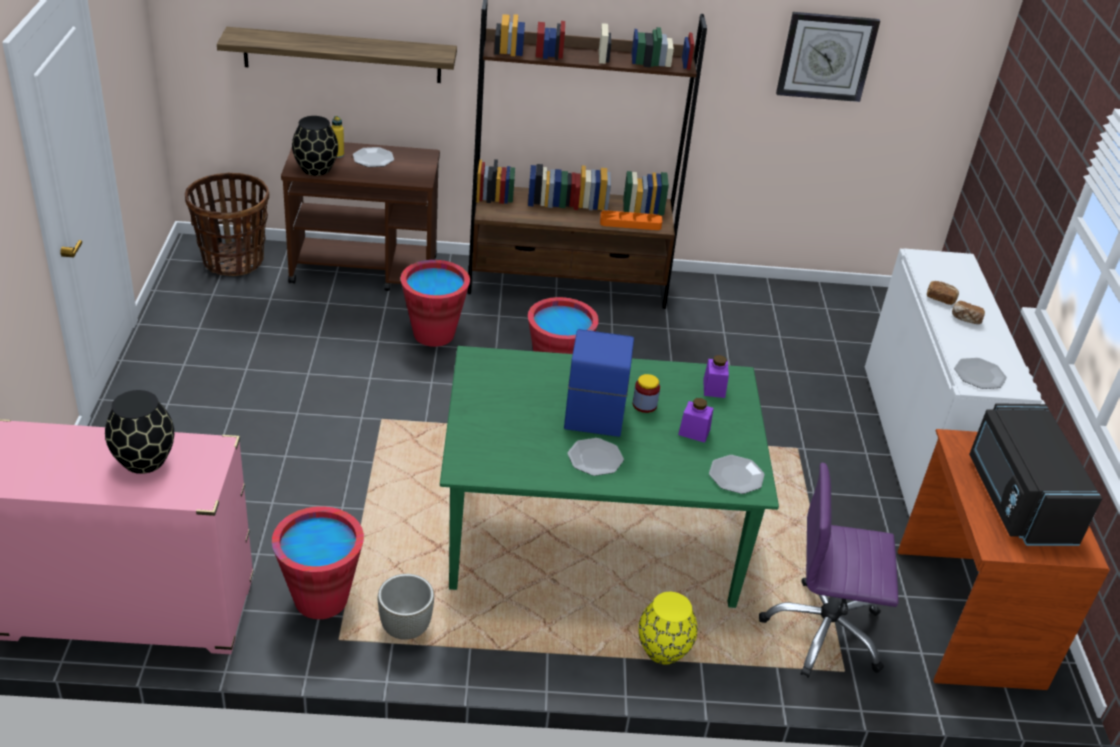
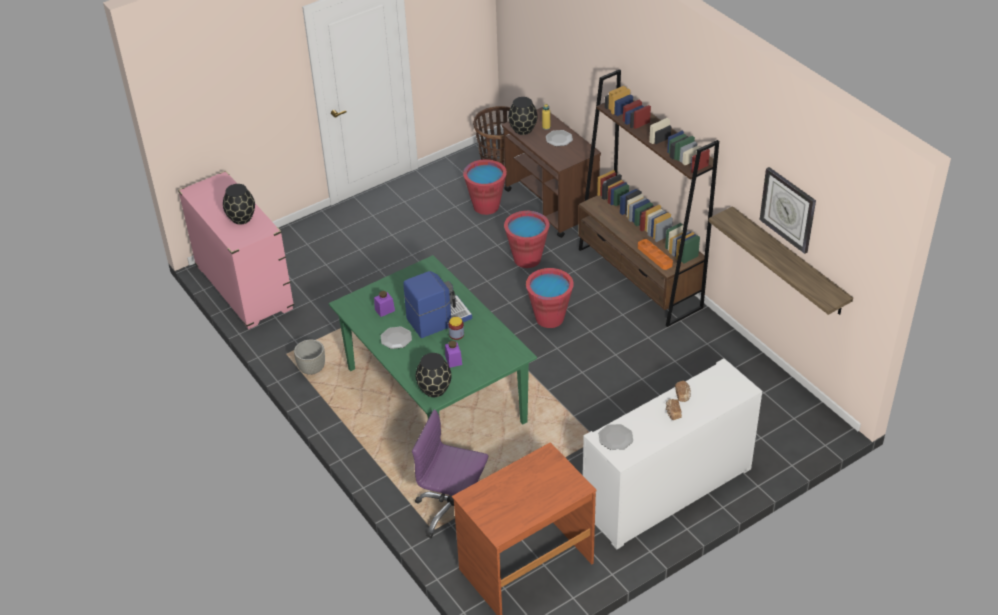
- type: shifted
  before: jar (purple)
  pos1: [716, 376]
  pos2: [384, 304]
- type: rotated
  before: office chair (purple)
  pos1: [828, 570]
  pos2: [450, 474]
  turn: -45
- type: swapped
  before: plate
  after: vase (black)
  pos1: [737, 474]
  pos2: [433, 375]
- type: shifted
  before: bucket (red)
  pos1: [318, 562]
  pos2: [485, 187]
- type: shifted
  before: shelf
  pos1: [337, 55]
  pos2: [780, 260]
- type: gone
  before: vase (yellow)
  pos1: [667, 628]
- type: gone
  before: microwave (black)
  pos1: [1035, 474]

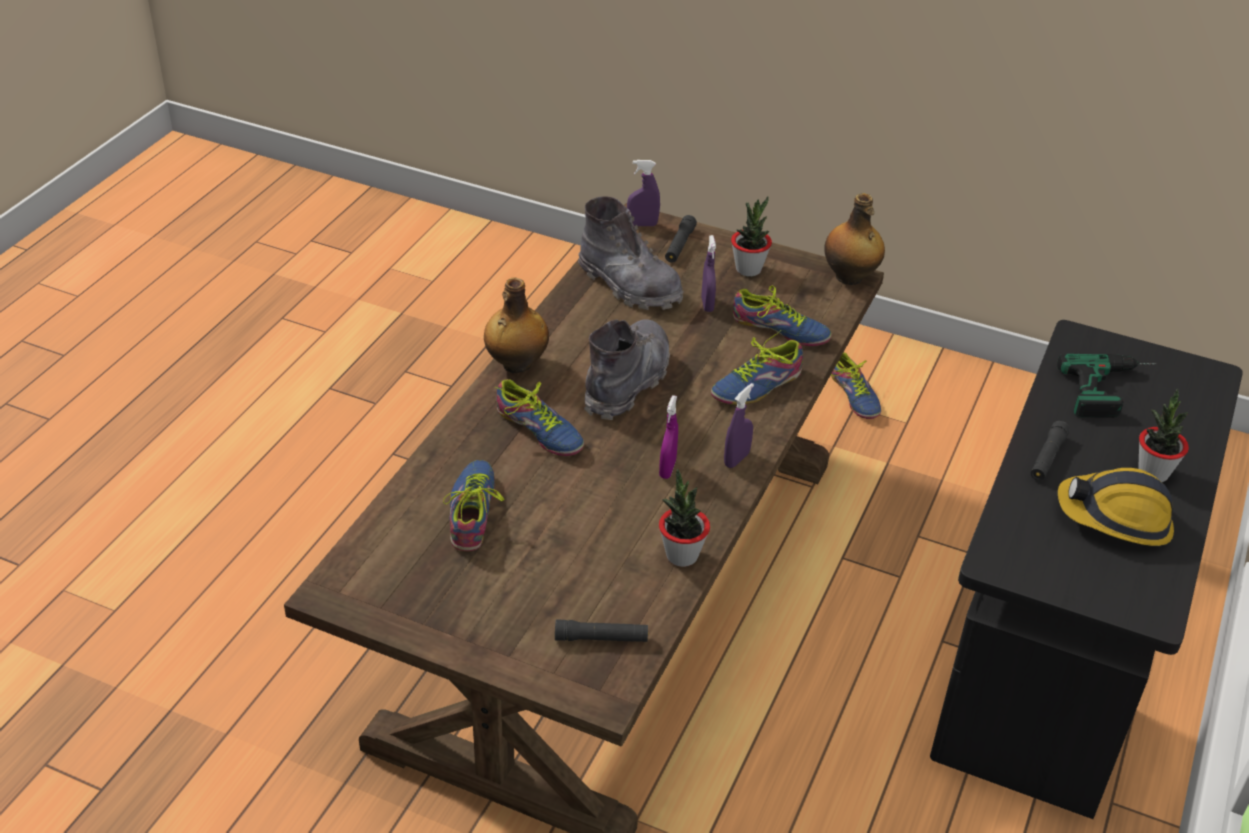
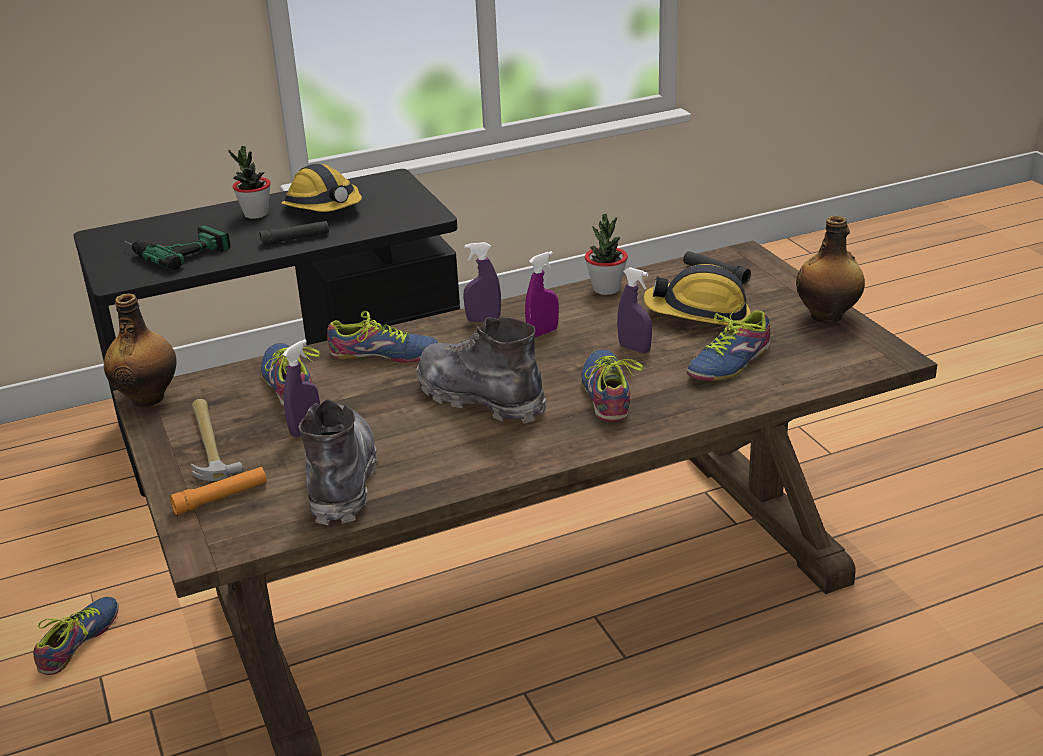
- type: repainted
  before: flashlight (black)
  after: flashlight (orange)
  pos1: [681, 239]
  pos2: [218, 491]
- type: swapped
  before: potted plant
  after: hammer
  pos1: [751, 236]
  pos2: [217, 440]
- type: rotated
  before: boot (grey)
  pos1: [627, 369]
  pos2: [481, 370]
  turn: 60
- type: shifted
  before: spray bottle (purple)
  pos1: [643, 193]
  pos2: [634, 310]
- type: new
  after: hard hat
  pos2: [697, 294]
- type: shifted
  before: bottle
  pos1: [516, 325]
  pos2: [830, 269]

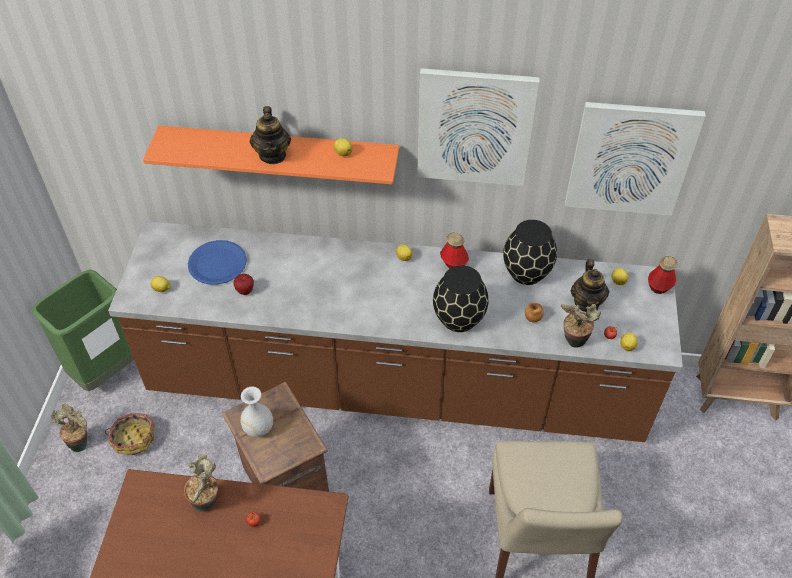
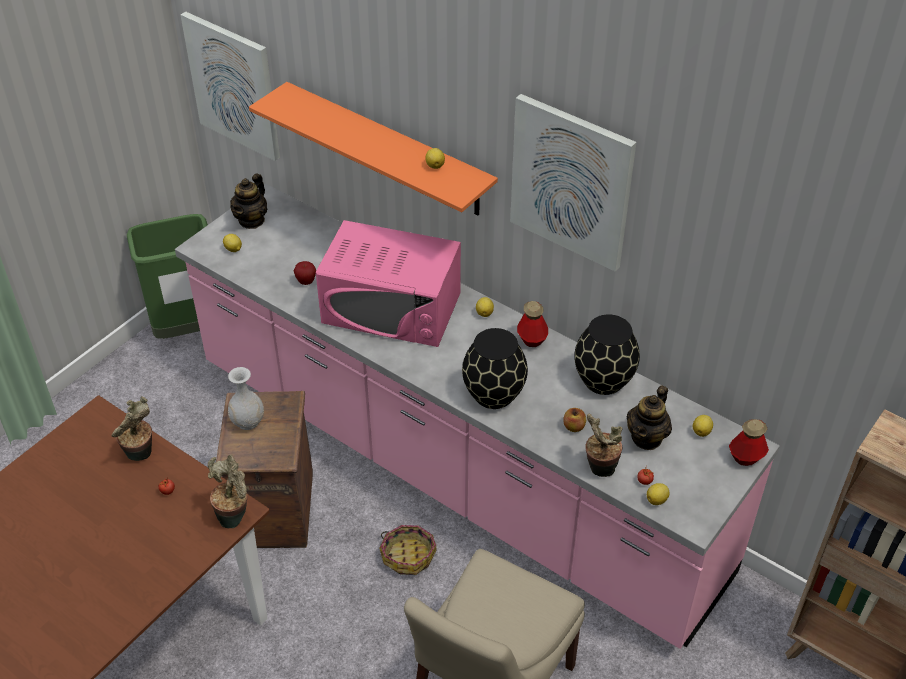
- type: repainted
  before: counter (brown)
  after: counter (pink)
  pos1: [395, 331]
  pos2: [477, 416]
- type: shifted
  before: picture
  pos1: [635, 159]
  pos2: [230, 86]
- type: shifted
  before: potted plant
  pos1: [69, 427]
  pos2: [228, 491]
- type: shifted
  before: teapot
  pos1: [270, 135]
  pos2: [249, 201]
- type: new
  after: microwave (pink)
  pos2: [388, 283]
- type: shifted
  before: basket
  pos1: [129, 434]
  pos2: [407, 550]
- type: gone
  before: plate (blue)
  pos1: [217, 262]

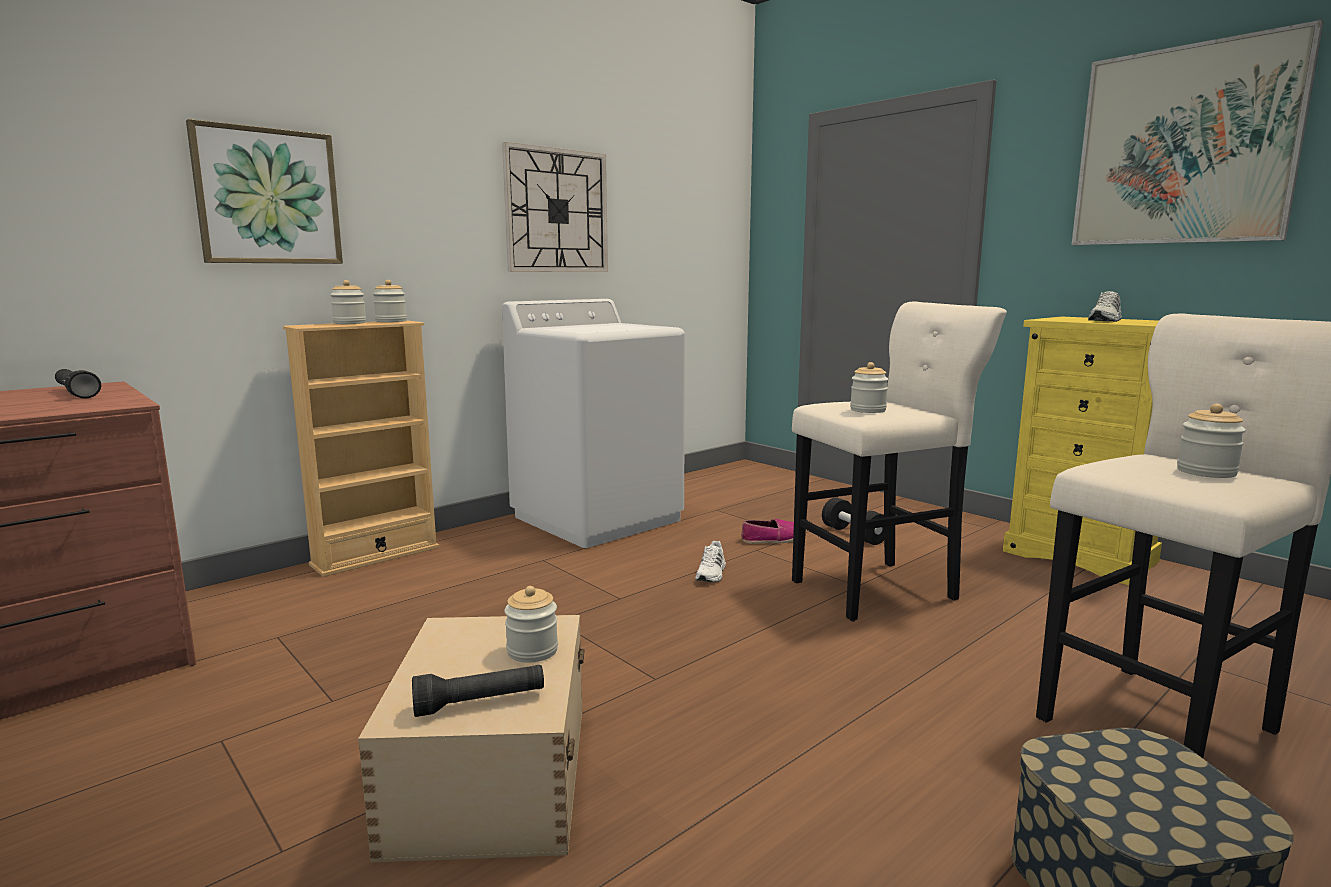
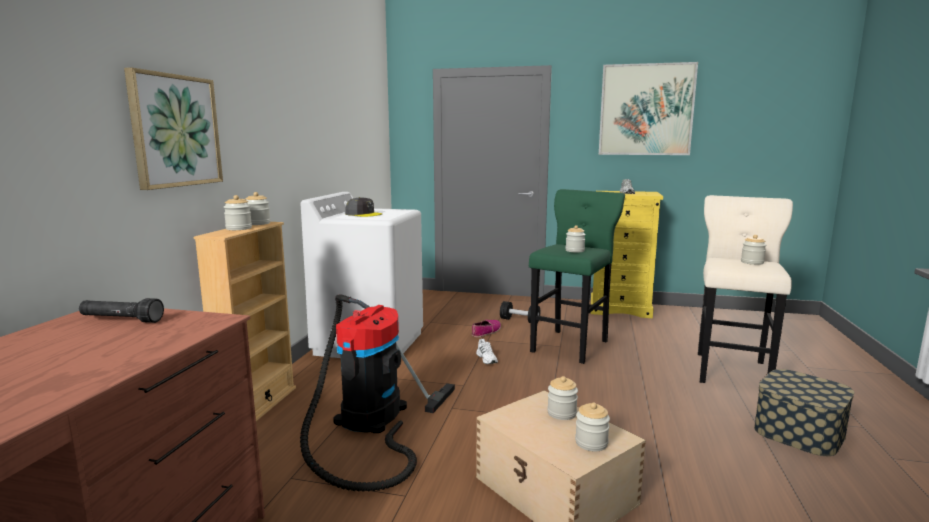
- type: new
  after: vacuum cleaner
  pos2: [377, 393]
- type: new
  after: cap (grey)
  pos2: [363, 207]
- type: repainted
  before: stool (beige)
  after: stool (green)
  pos1: [899, 461]
  pos2: [577, 276]
- type: swapped
  before: flashlight (black)
  after: jar
  pos1: [478, 691]
  pos2: [592, 426]
- type: gone
  before: wall clock
  pos1: [555, 207]

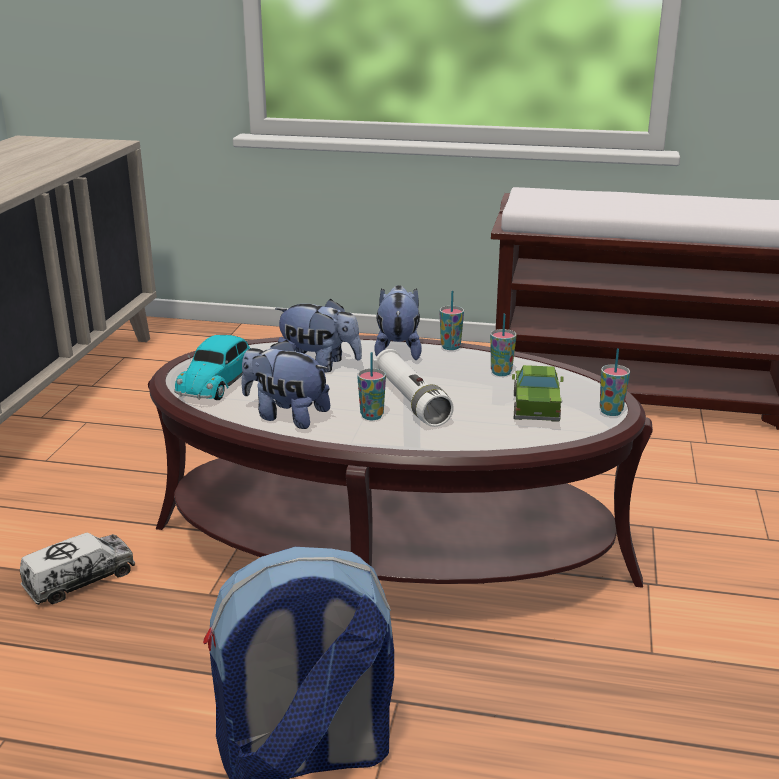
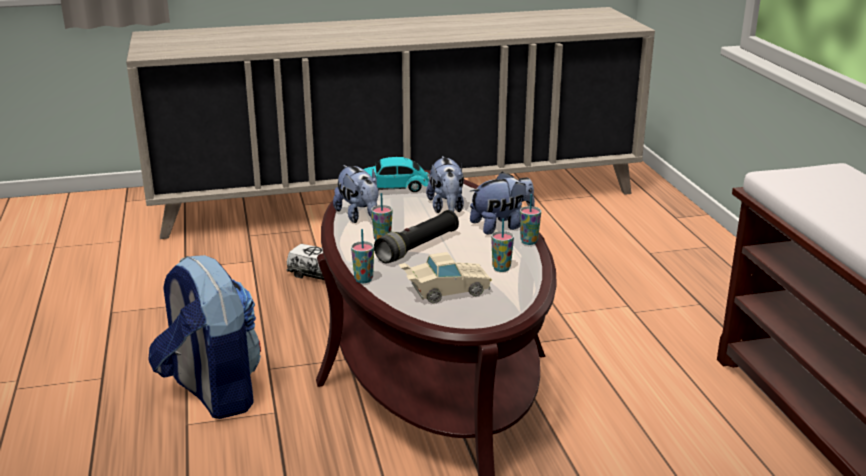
- type: rotated
  before: plush toy
  pos1: [285, 384]
  pos2: [356, 194]
  turn: 150
- type: shifted
  before: cup
  pos1: [615, 382]
  pos2: [362, 256]
- type: repainted
  before: flashlight (white)
  after: flashlight (black)
  pos1: [413, 388]
  pos2: [416, 236]
- type: repainted
  before: toy car (green)
  after: toy car (beige)
  pos1: [538, 393]
  pos2: [445, 278]

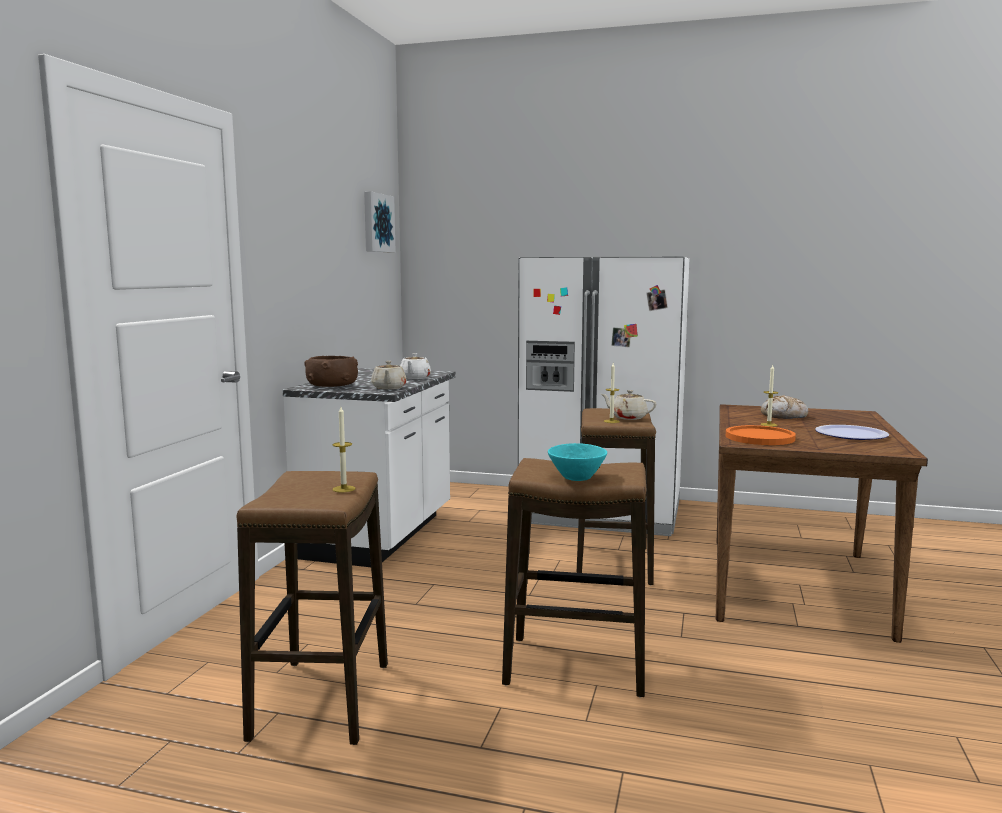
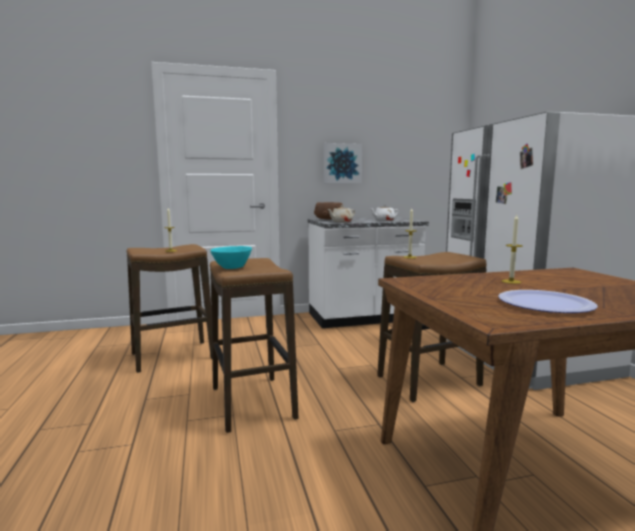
- type: shifted
  before: picture
  pos1: [380, 221]
  pos2: [342, 163]
- type: gone
  before: teapot (beige)
  pos1: [628, 405]
- type: gone
  before: plate (orange)
  pos1: [761, 435]
- type: gone
  before: bread
  pos1: [784, 407]

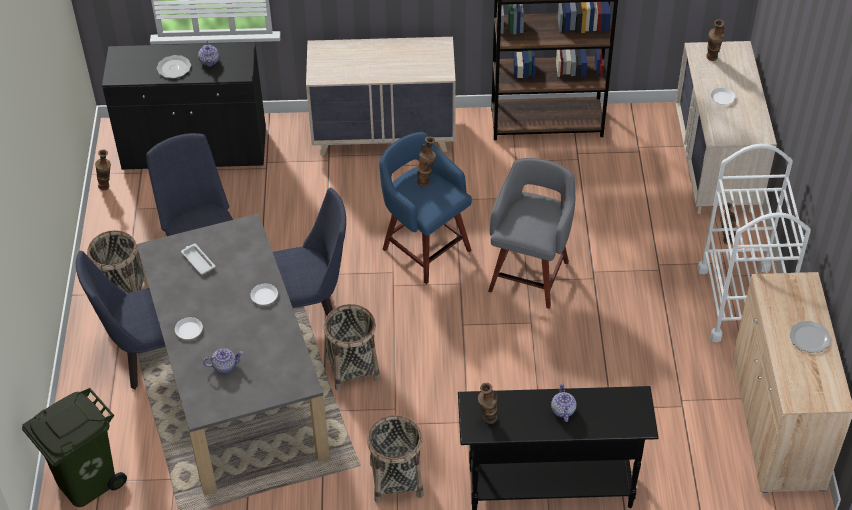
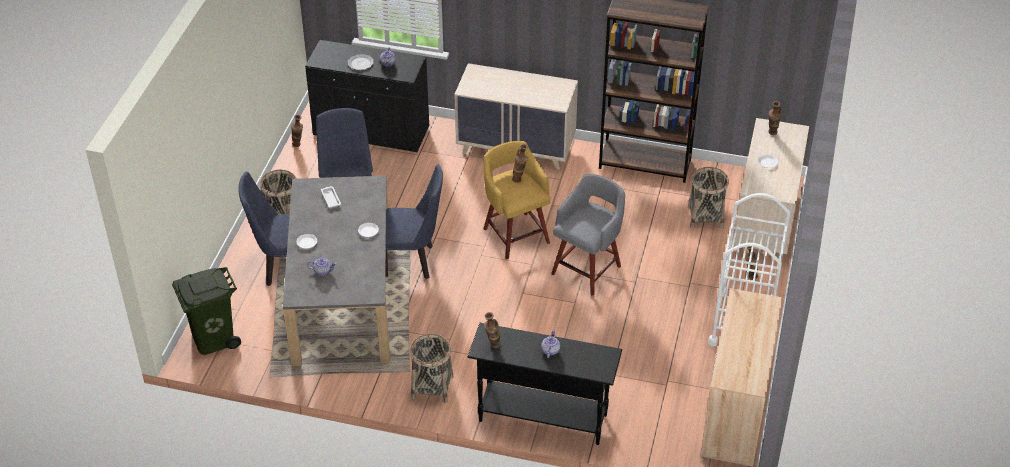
- type: repainted
  before: stool (blue)
  after: stool (yellow)
  pos1: [425, 208]
  pos2: [517, 200]
- type: shifted
  before: basket
  pos1: [352, 347]
  pos2: [708, 198]
- type: gone
  before: plate
  pos1: [810, 337]

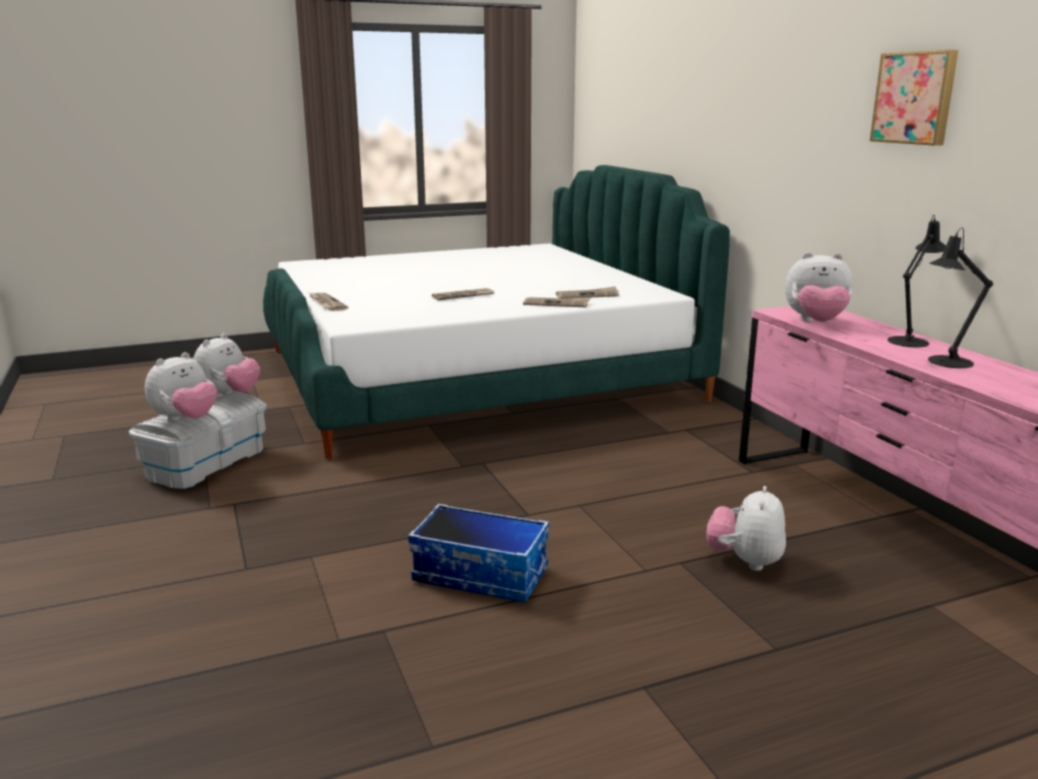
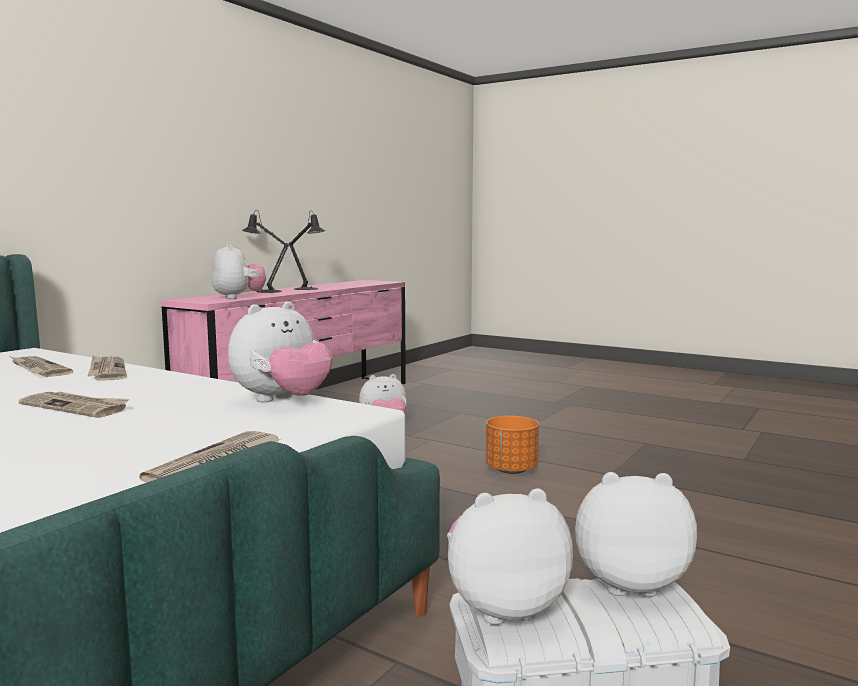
- type: new
  after: plush toy
  pos2: [280, 351]
- type: swapped
  before: storage box
  after: planter (orange)
  pos1: [478, 553]
  pos2: [512, 445]
- type: gone
  before: picture
  pos1: [914, 98]

